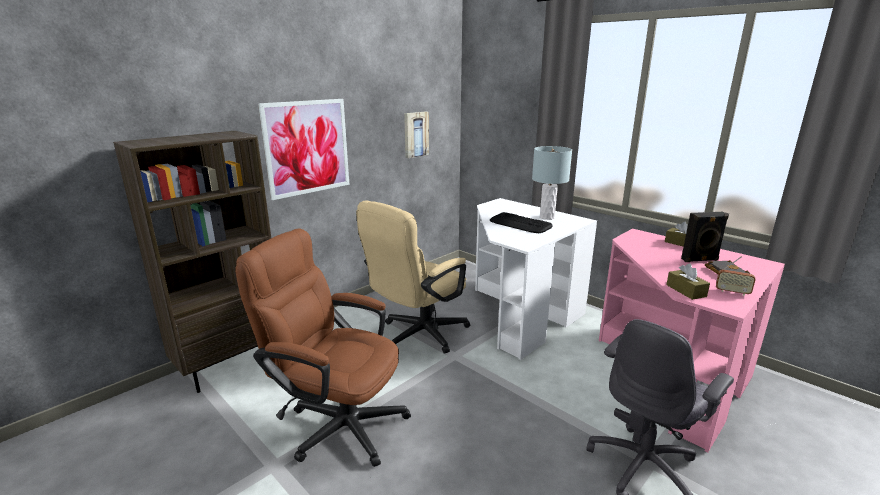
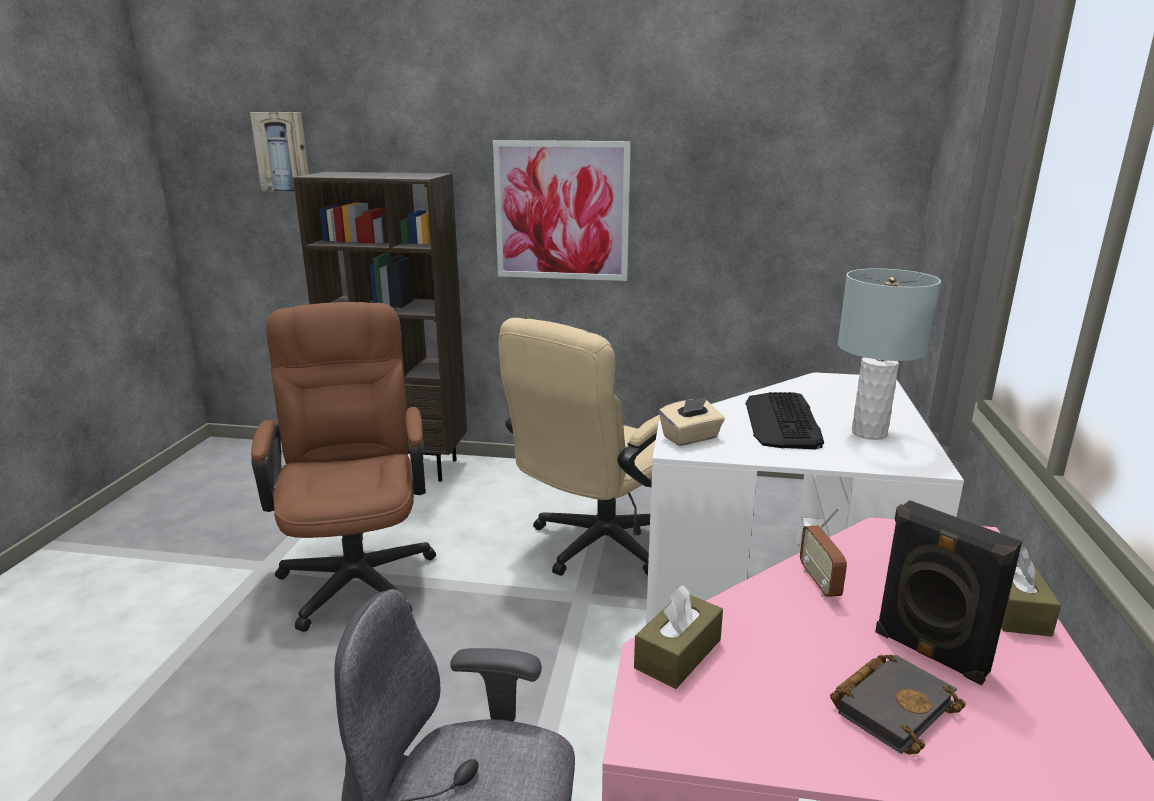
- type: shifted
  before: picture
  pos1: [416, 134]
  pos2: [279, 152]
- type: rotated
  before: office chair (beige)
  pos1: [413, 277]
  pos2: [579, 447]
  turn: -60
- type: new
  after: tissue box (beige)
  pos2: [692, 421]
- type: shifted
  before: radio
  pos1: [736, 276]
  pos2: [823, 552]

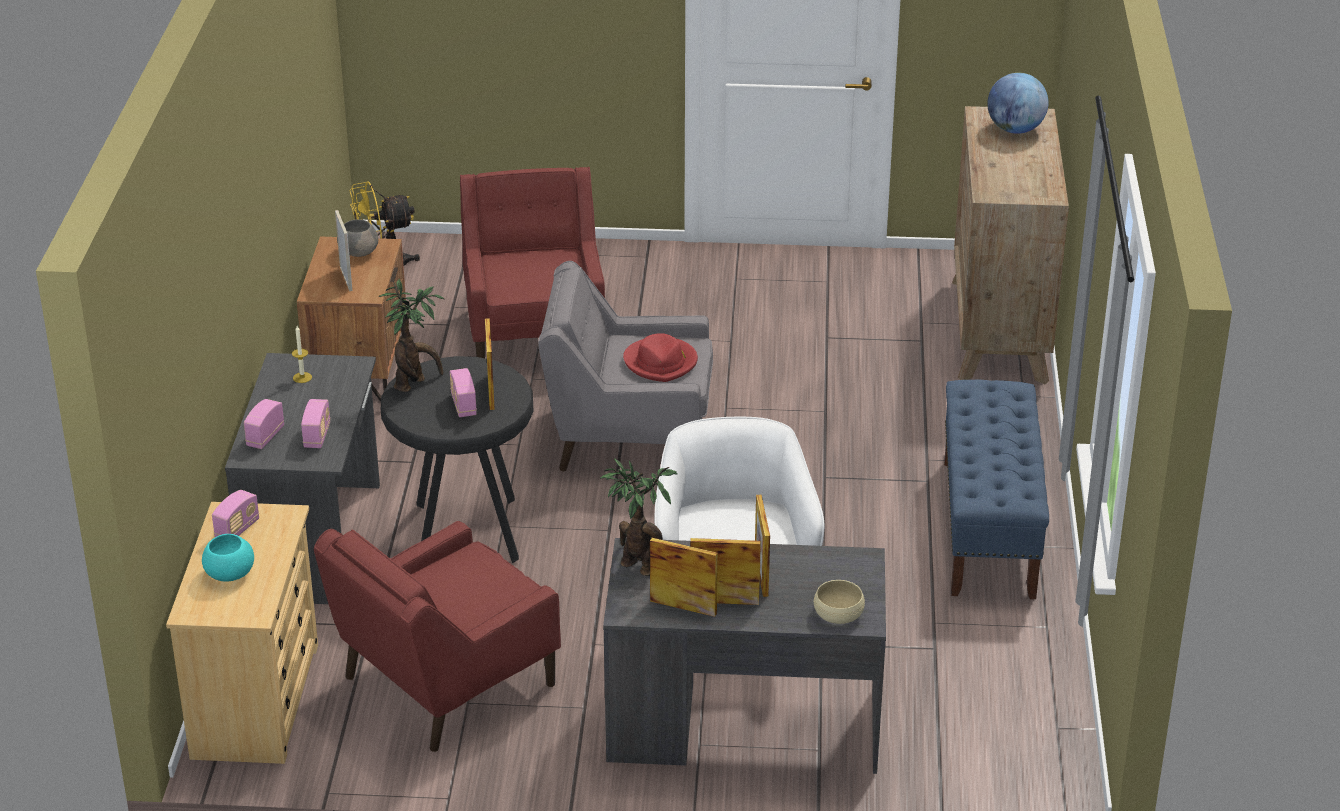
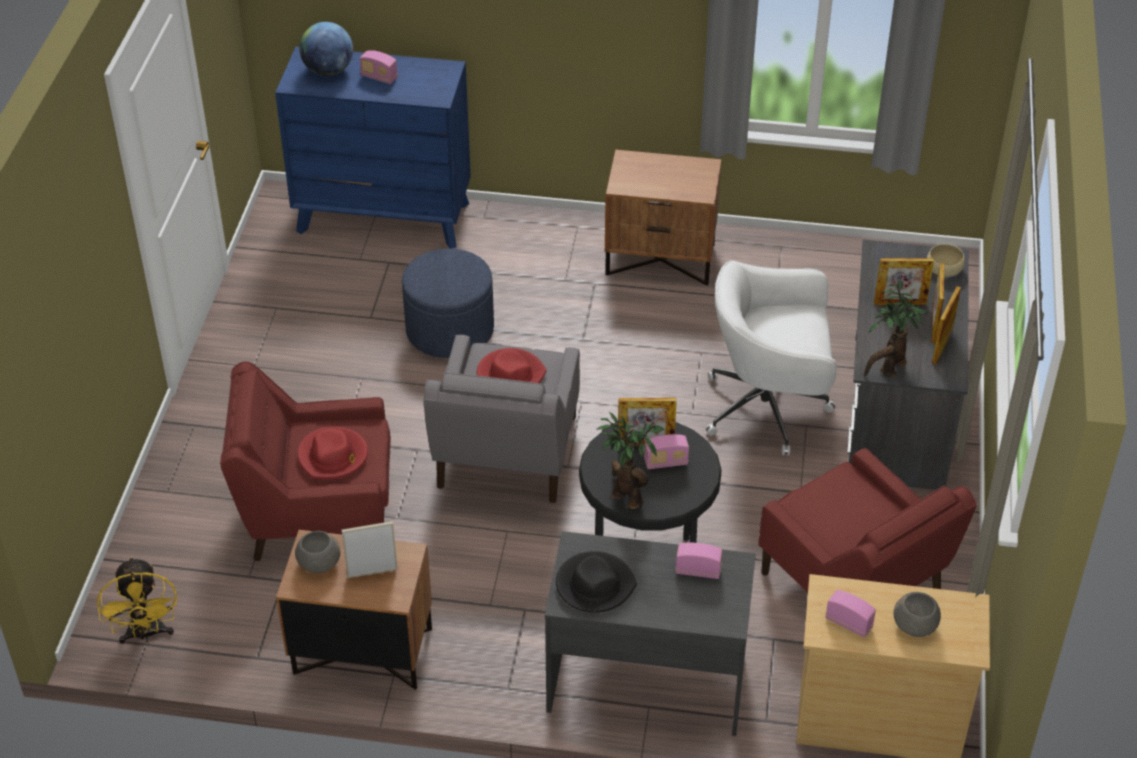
- type: repainted
  before: dresser (brown)
  after: dresser (blue)
  pos1: [1010, 245]
  pos2: [373, 147]
- type: new
  after: hat (red)
  pos2: [333, 453]
- type: shifted
  before: radio
  pos1: [264, 424]
  pos2: [378, 67]
- type: new
  after: ottoman (blue)
  pos2: [448, 303]
- type: swapped
  before: candle
  after: hat (black)
  pos1: [302, 354]
  pos2: [596, 582]
- type: swapped
  before: bench (blue)
  after: nightstand (brown)
  pos1: [996, 489]
  pos2: [663, 218]
- type: repainted
  before: bowl (turquoise)
  after: bowl (grey)
  pos1: [228, 558]
  pos2: [917, 614]

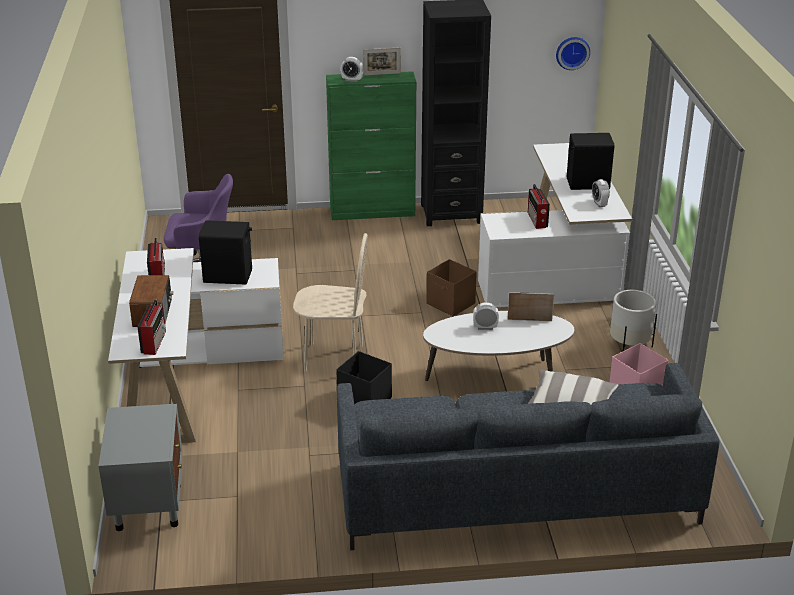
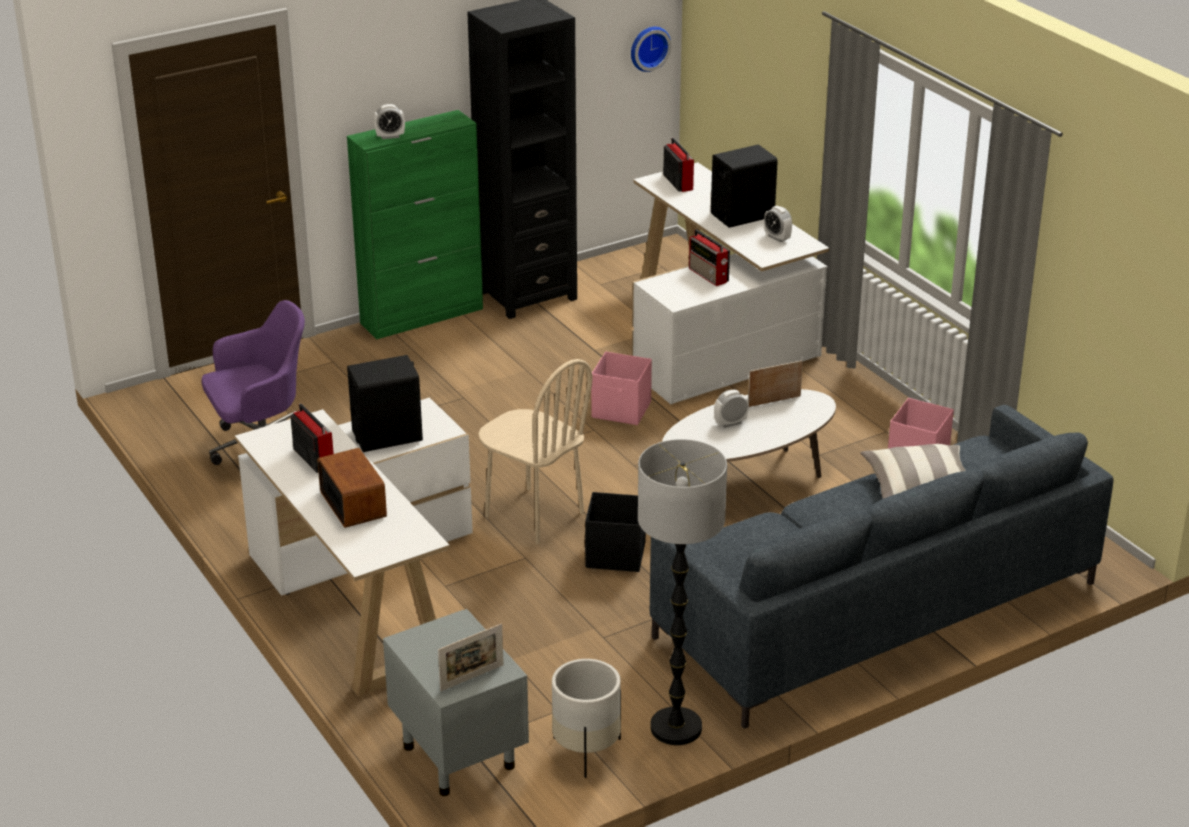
- type: shifted
  before: picture frame
  pos1: [382, 61]
  pos2: [470, 657]
- type: rotated
  before: chair (beige)
  pos1: [330, 302]
  pos2: [535, 451]
  turn: 60
- type: shifted
  before: planter (white)
  pos1: [633, 320]
  pos2: [586, 718]
- type: repainted
  before: storage box (brown)
  after: storage box (pink)
  pos1: [452, 288]
  pos2: [621, 388]
- type: new
  after: floor lamp
  pos2: [682, 592]
- type: shifted
  before: radio
  pos1: [152, 327]
  pos2: [678, 165]

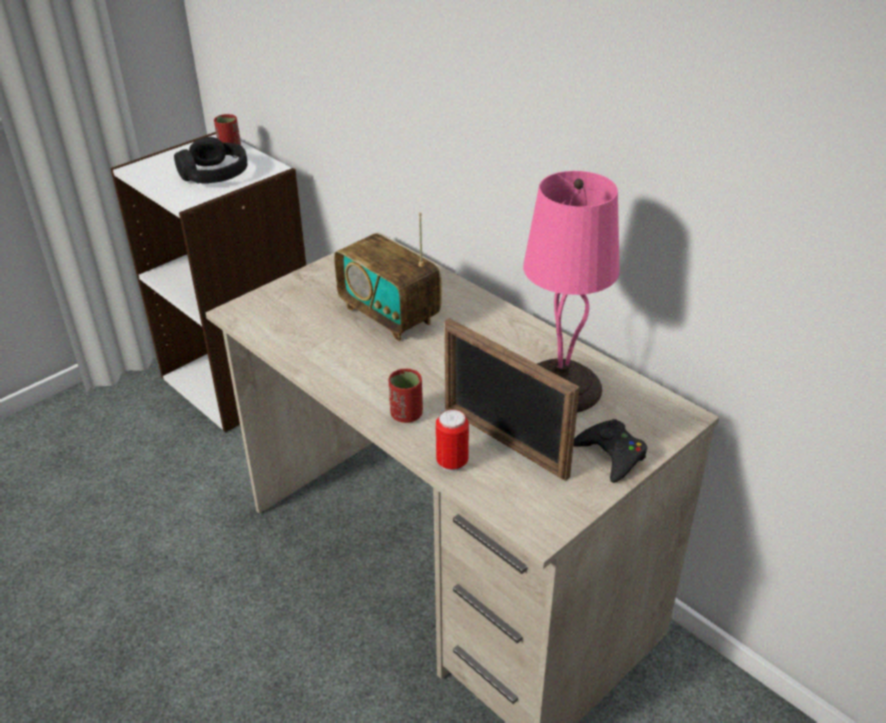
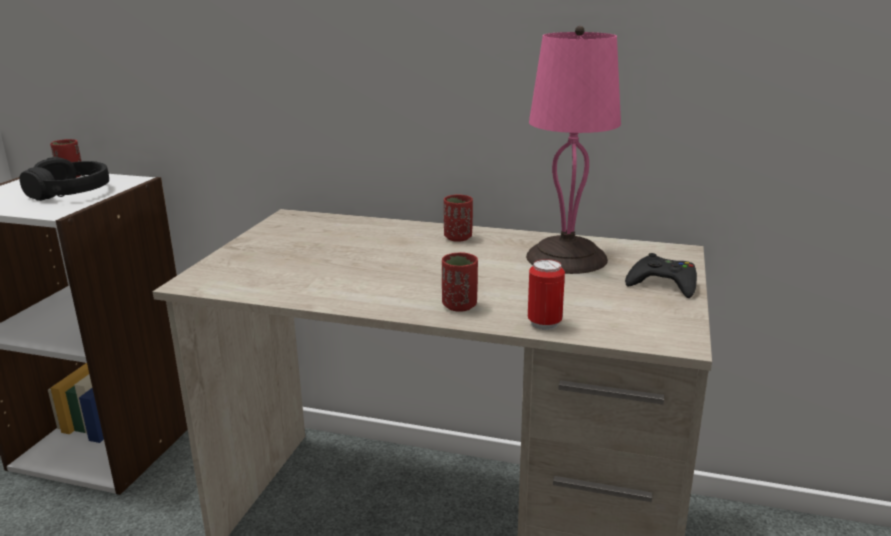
- type: new
  after: cup (red)
  pos2: [458, 218]
- type: gone
  before: radio
  pos1: [388, 276]
- type: gone
  before: picture frame
  pos1: [512, 399]

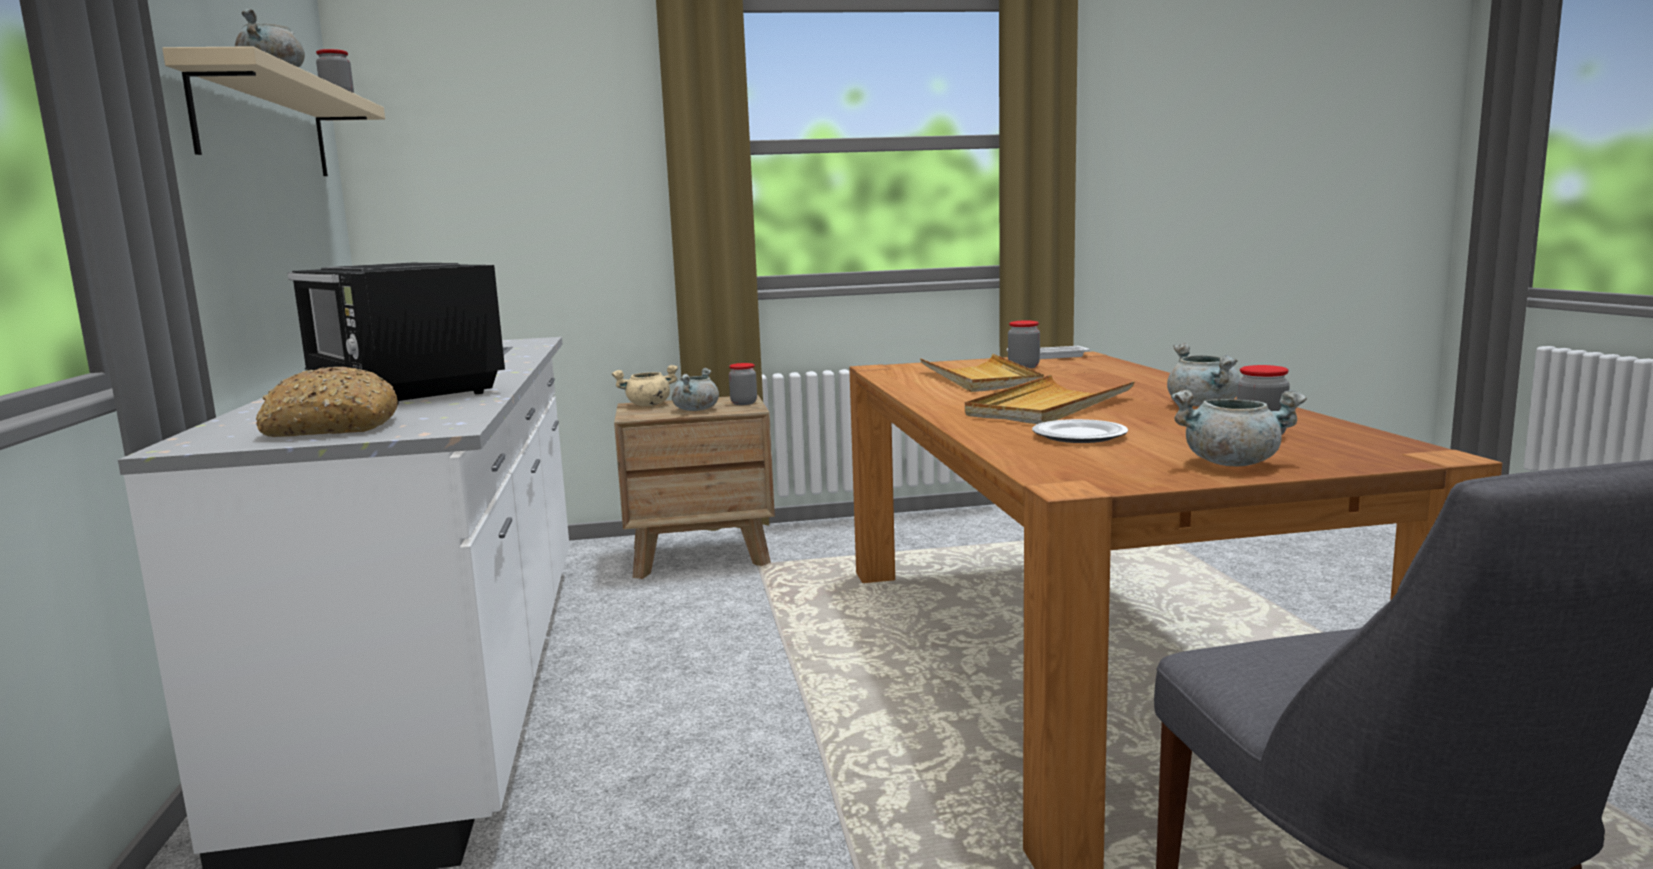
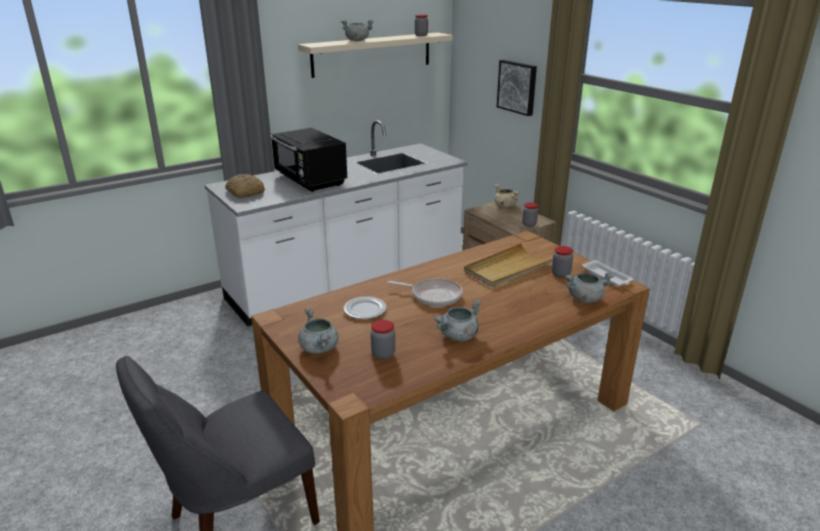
- type: rotated
  before: microwave (black)
  pos1: [396, 333]
  pos2: [308, 160]
  turn: -60
- type: swapped
  before: tray (beige)
  after: frying pan
  pos1: [1050, 399]
  pos2: [425, 292]
- type: new
  after: picture
  pos2: [517, 88]
- type: shifted
  before: cooking pot (grey)
  pos1: [695, 389]
  pos2: [589, 287]

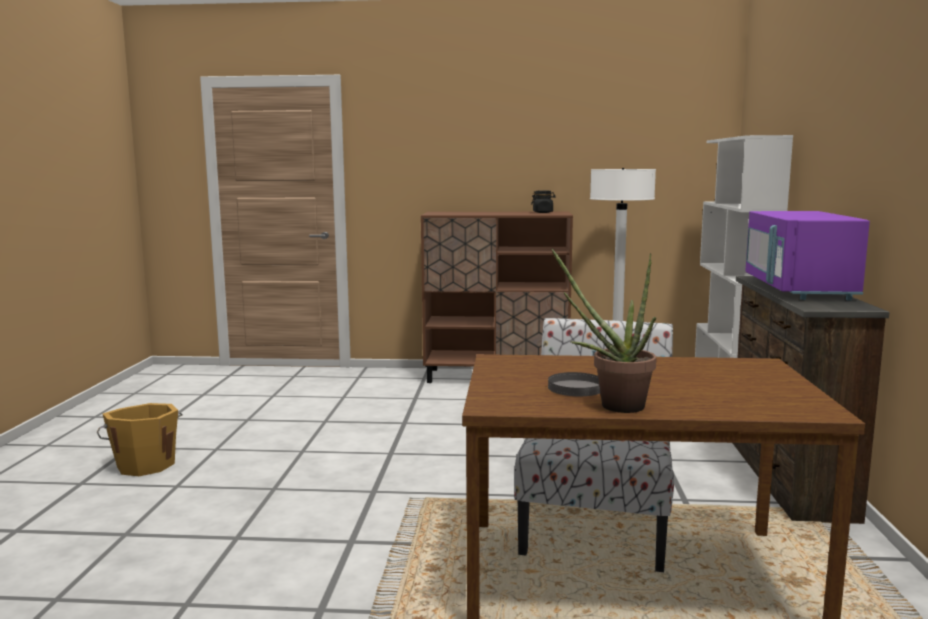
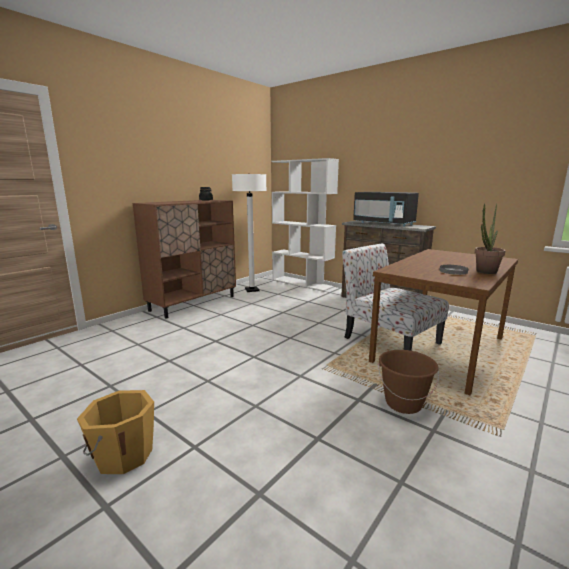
- type: repainted
  before: microwave (purple)
  after: microwave (black)
  pos1: [807, 256]
  pos2: [386, 209]
- type: new
  after: bucket (brown)
  pos2: [408, 382]

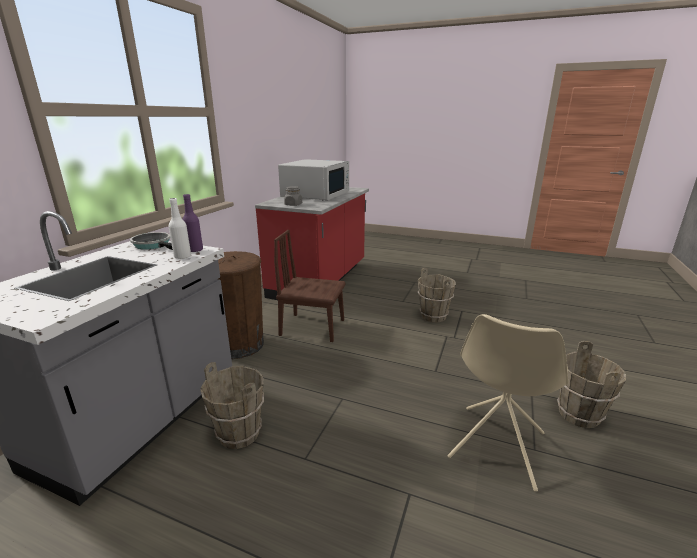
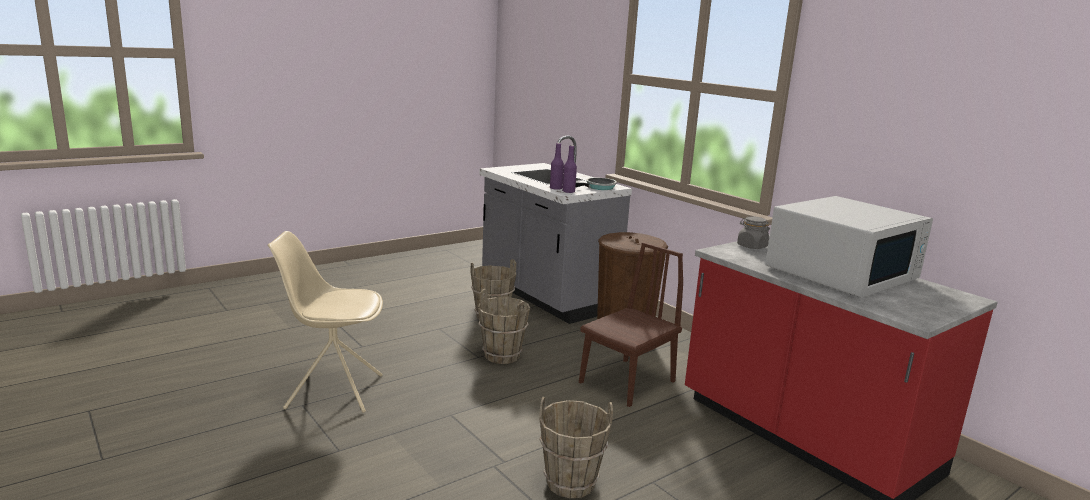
- type: rotated
  before: chair (beige)
  pos1: [507, 403]
  pos2: [325, 322]
  turn: -60
- type: shifted
  before: bucket (brown)
  pos1: [591, 384]
  pos2: [504, 326]
- type: repainted
  before: bottle (white)
  after: bottle (purple)
  pos1: [179, 228]
  pos2: [557, 166]
- type: rotated
  before: microwave (white)
  pos1: [313, 180]
  pos2: [849, 247]
  turn: -90

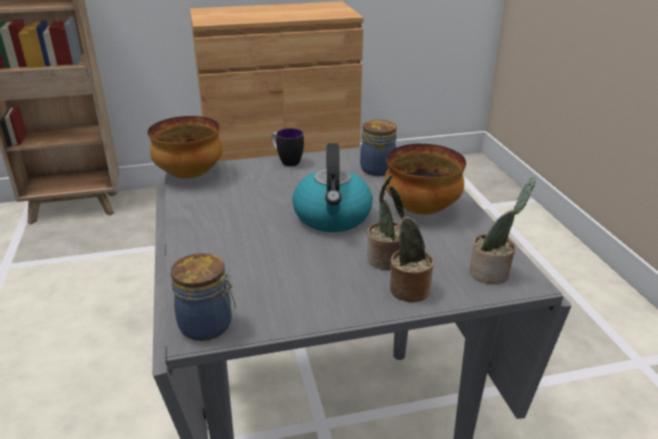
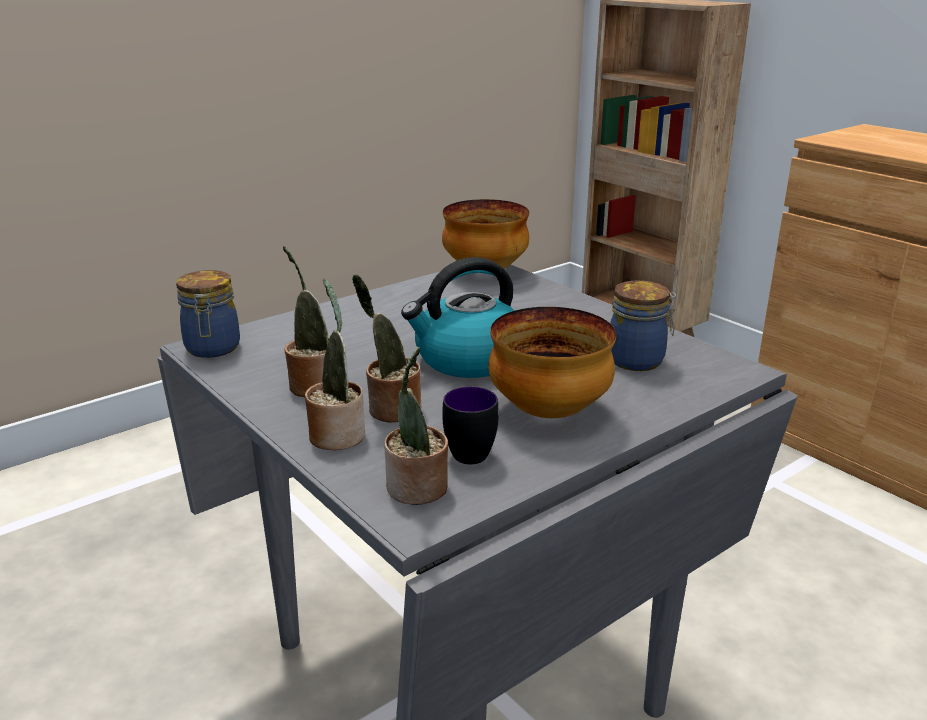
- type: new
  after: potted plant
  pos2: [306, 321]
- type: shifted
  before: mug
  pos1: [287, 147]
  pos2: [470, 425]

